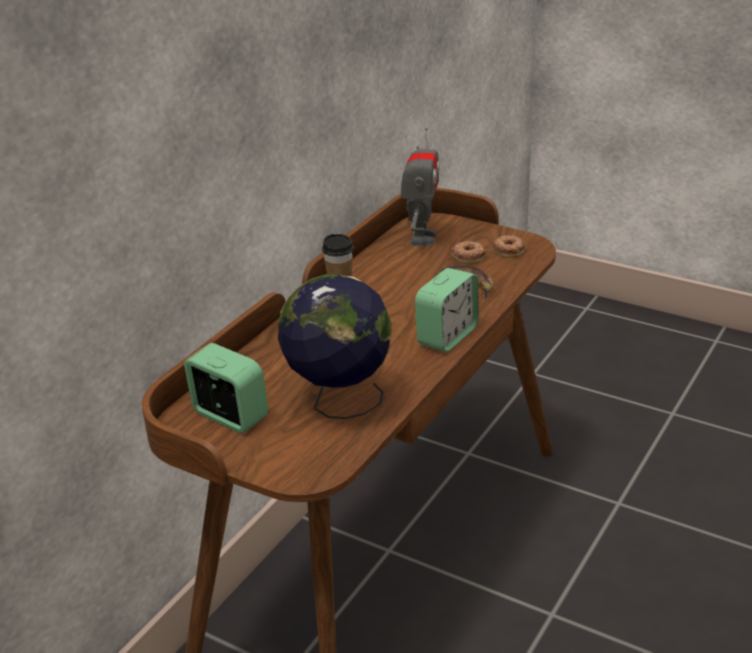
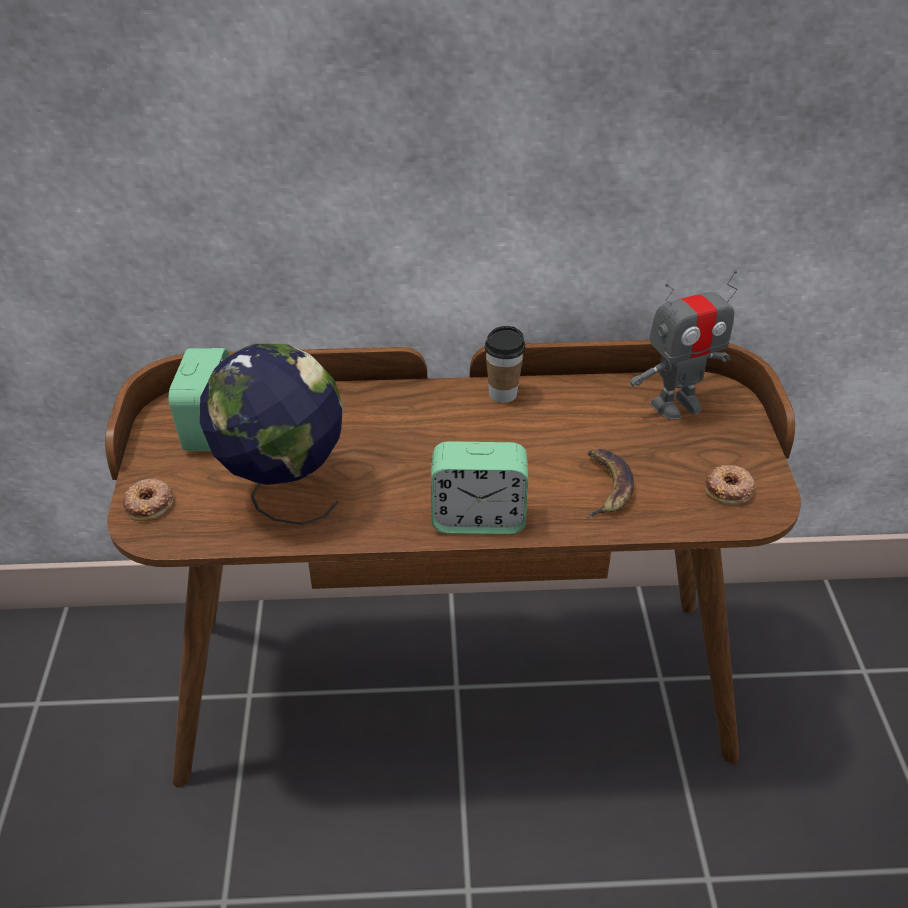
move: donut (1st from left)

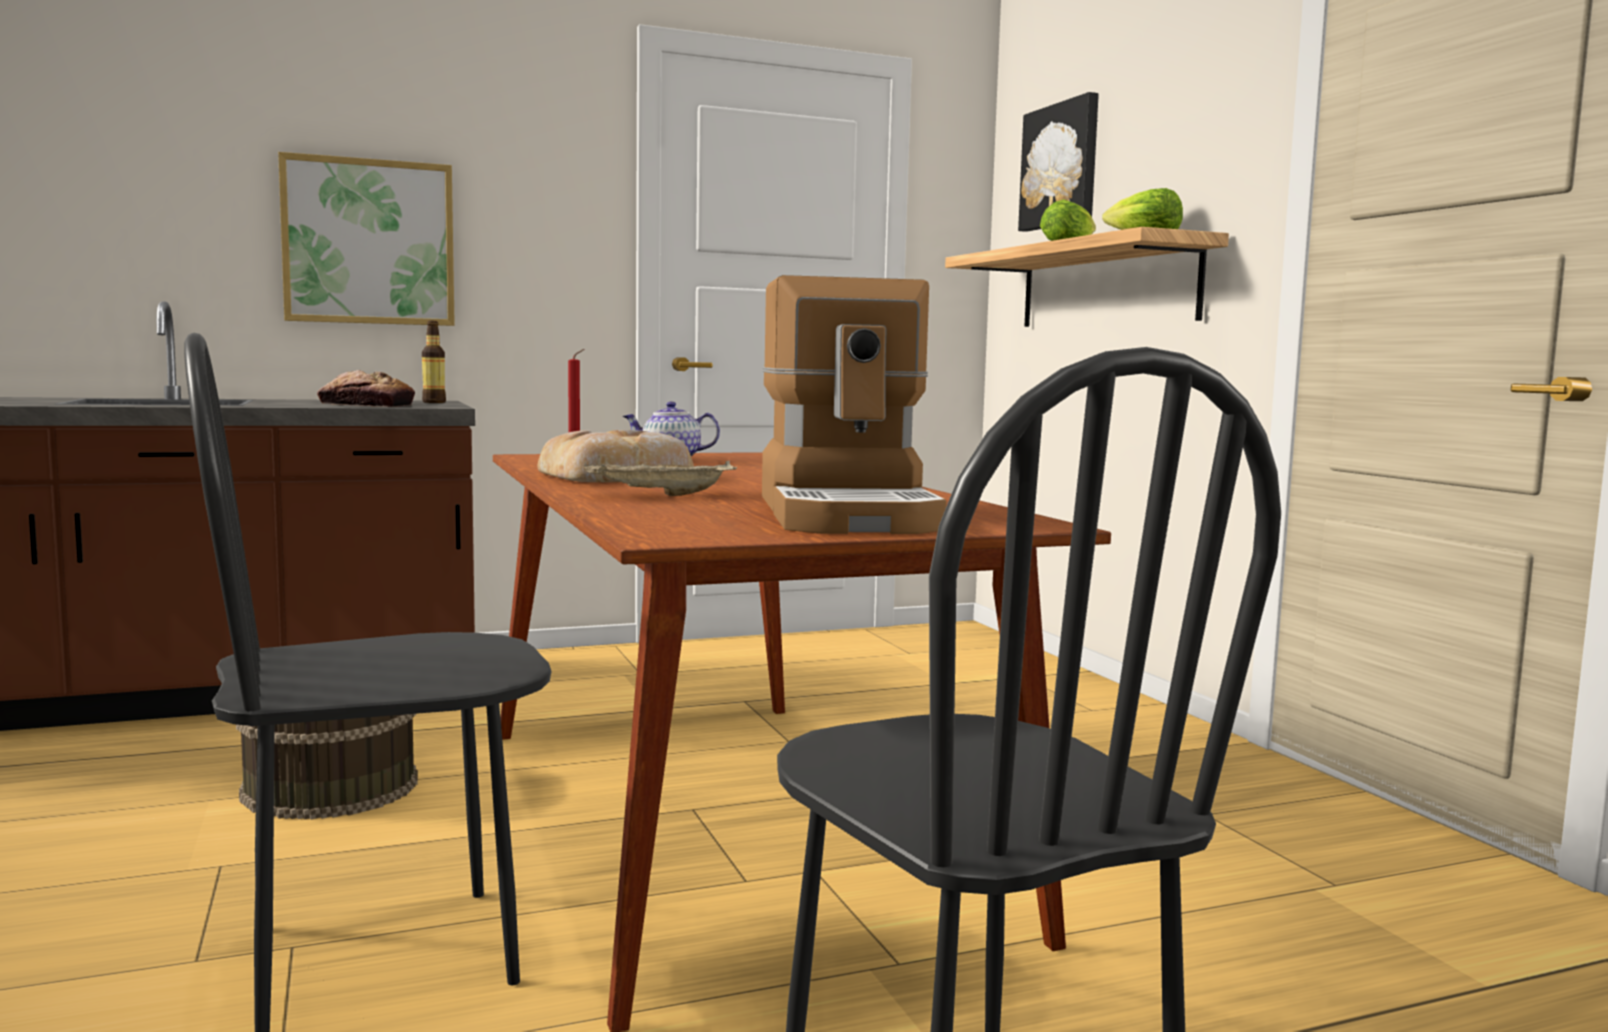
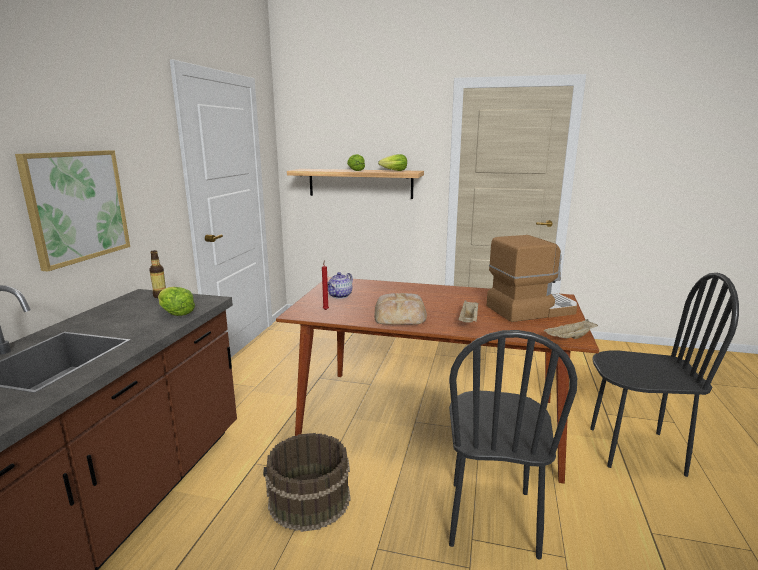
delete: picture (2nd from left)
insert: tray in beige (2nd from left)
replace: bread (1st from left) to lettuce (1st from left)
rotate: coffee machine 45 degrees counterclockwise

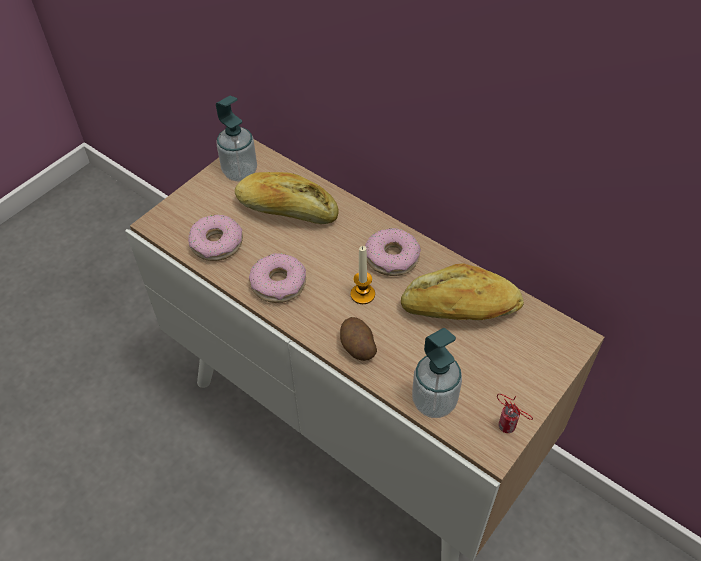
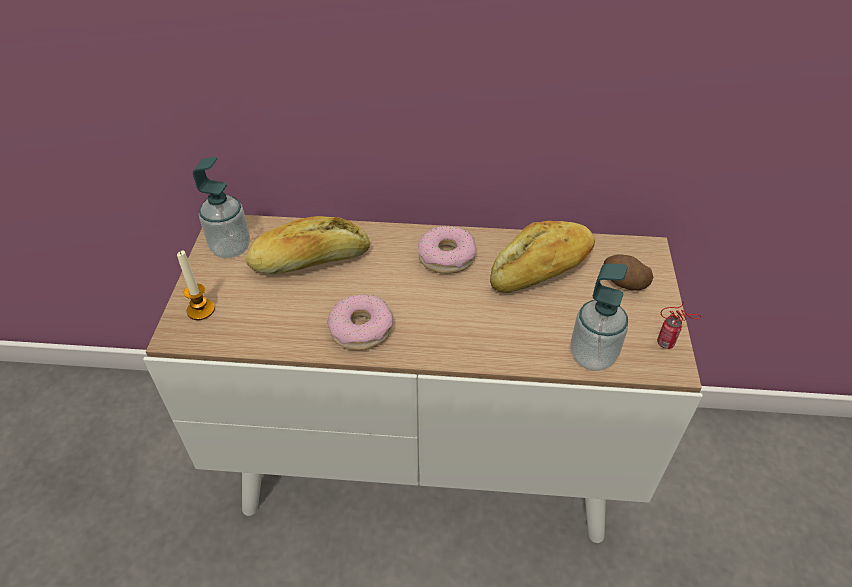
delete: donut (1st from left)
move: candle; potato

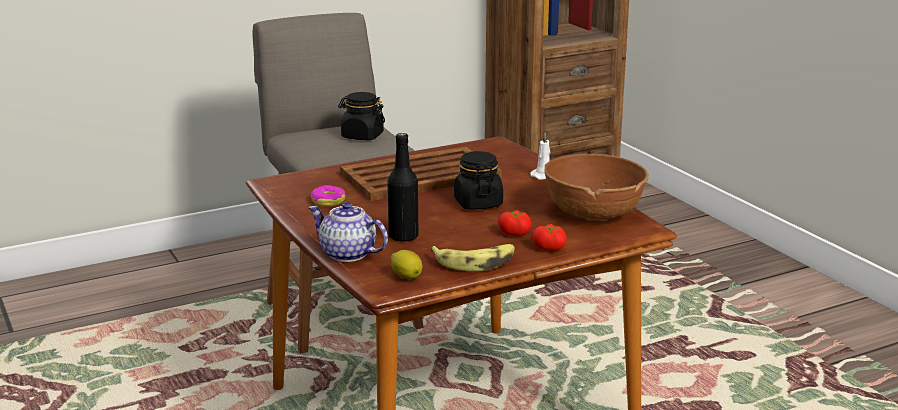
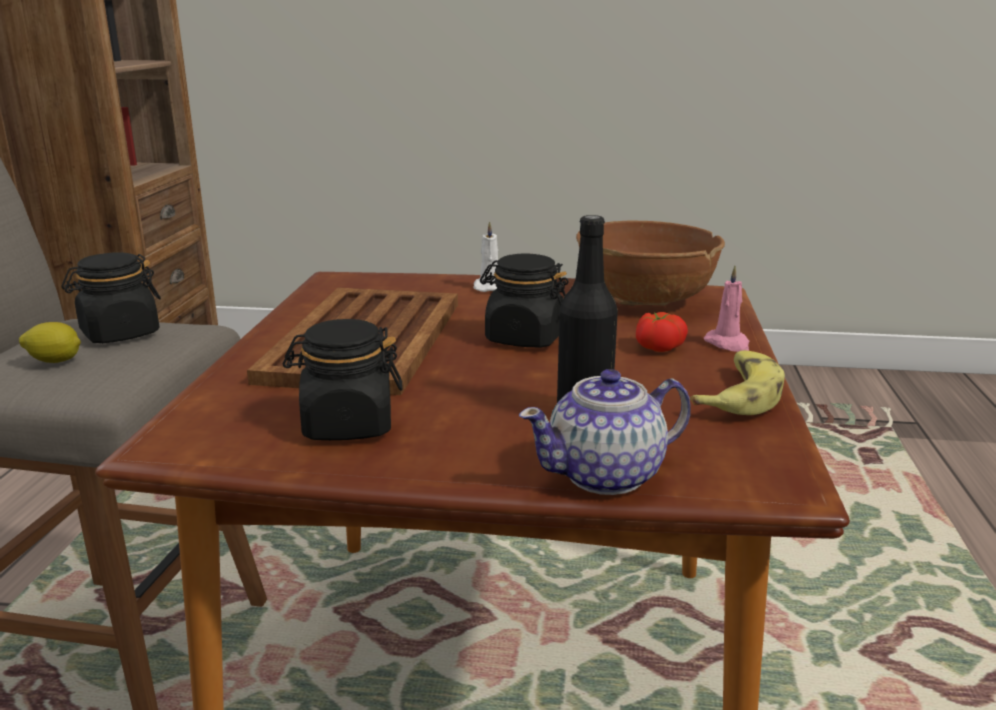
move: lemon
replace: donut to jar in black (2nd from left); tomato (2nd from left) to candle in pink

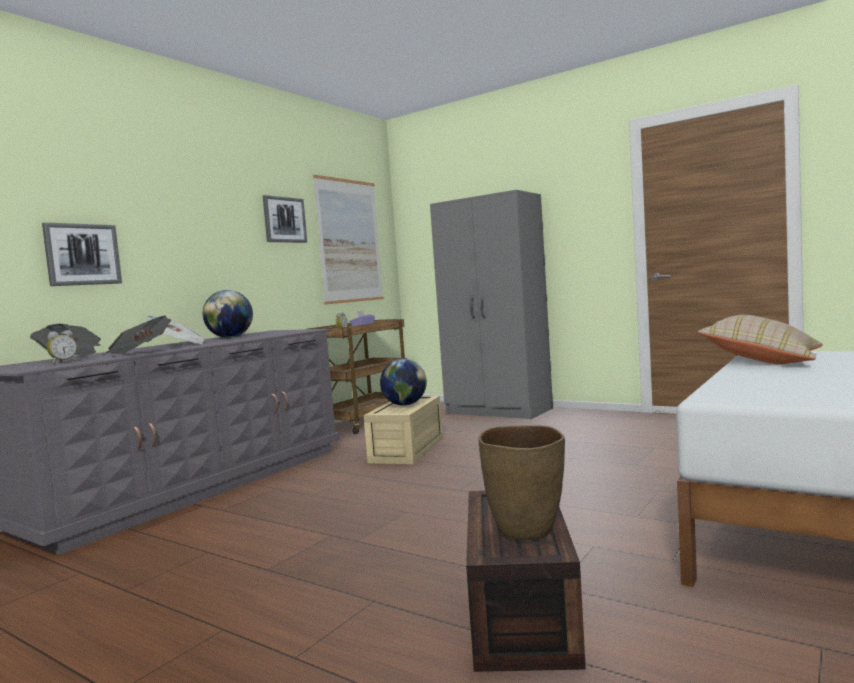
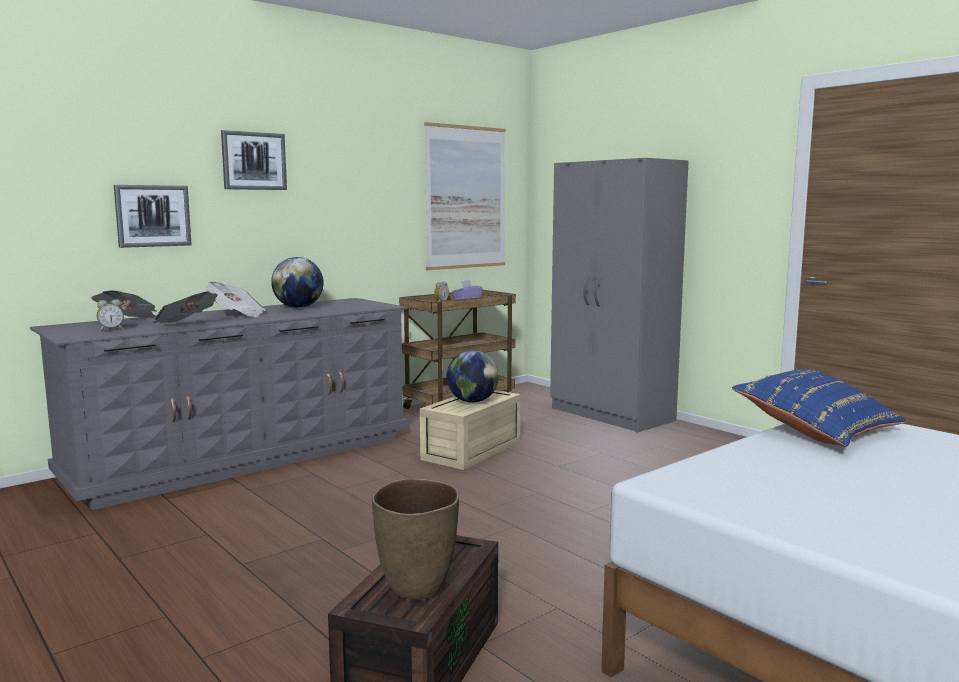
move: picture (2nd from left)
recolor: pillow in beige to pillow in blue

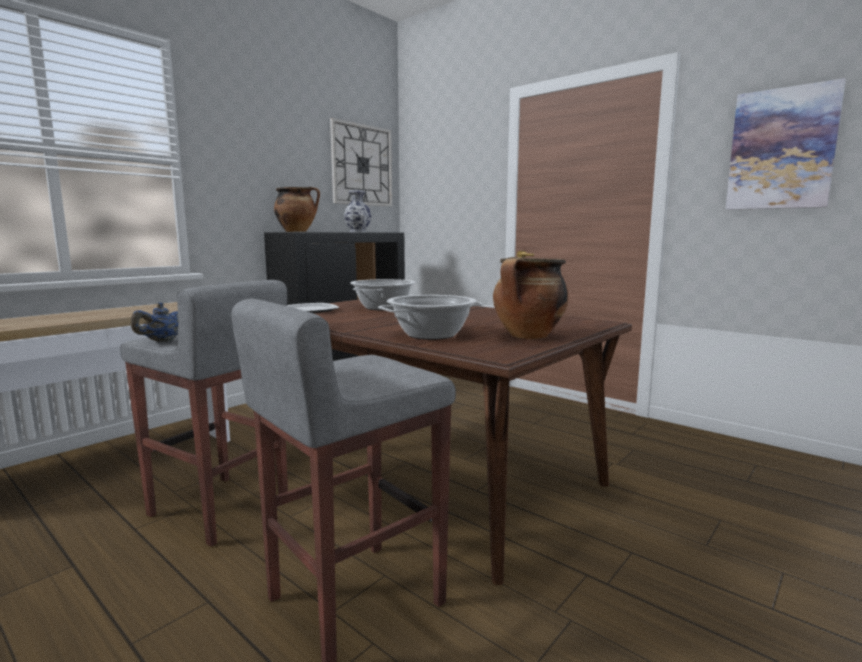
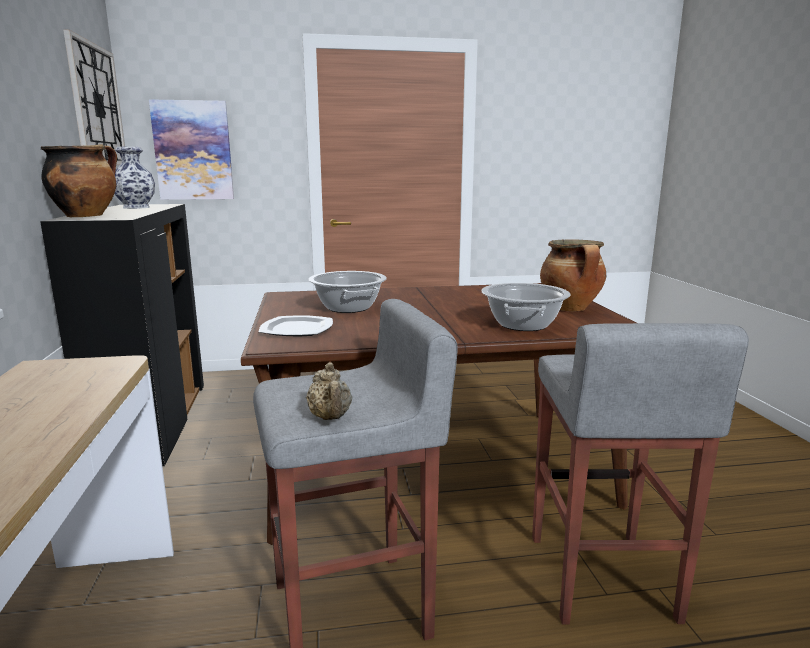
move: picture
recolor: teapot in blue to teapot in beige

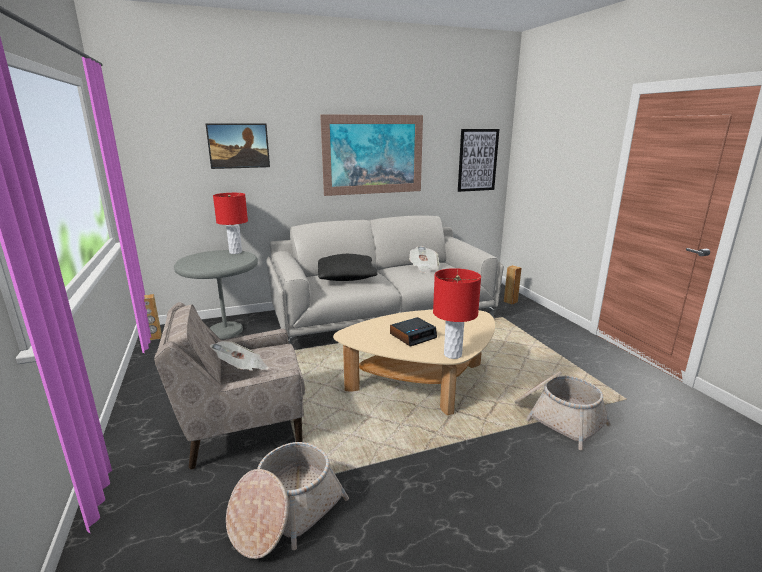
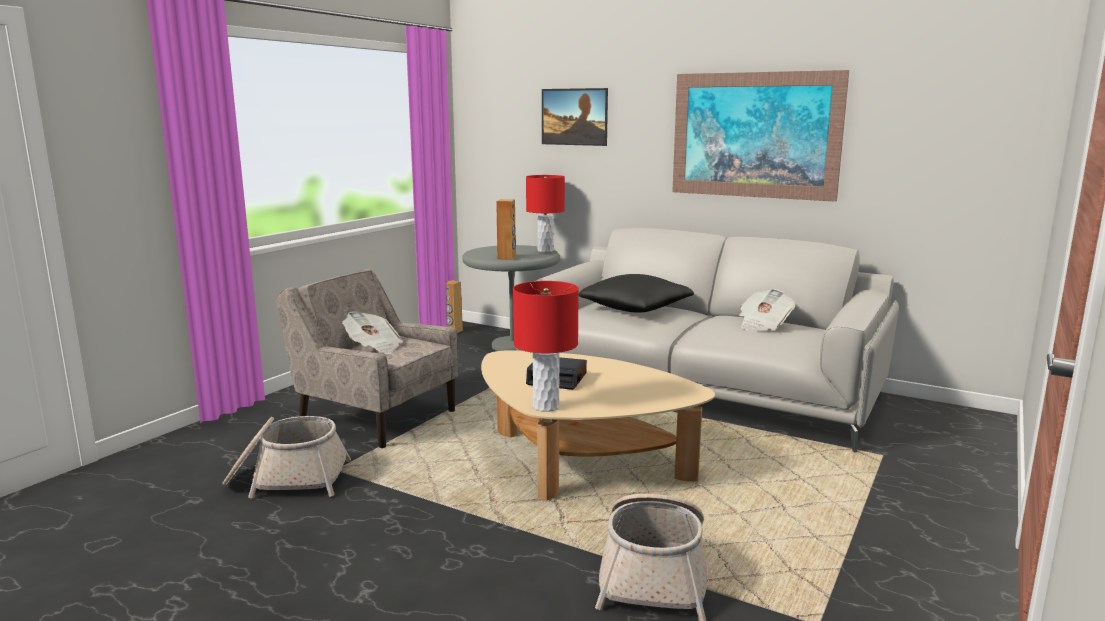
delete: picture (3rd from left)
move: speaker in brown (2nd from left)

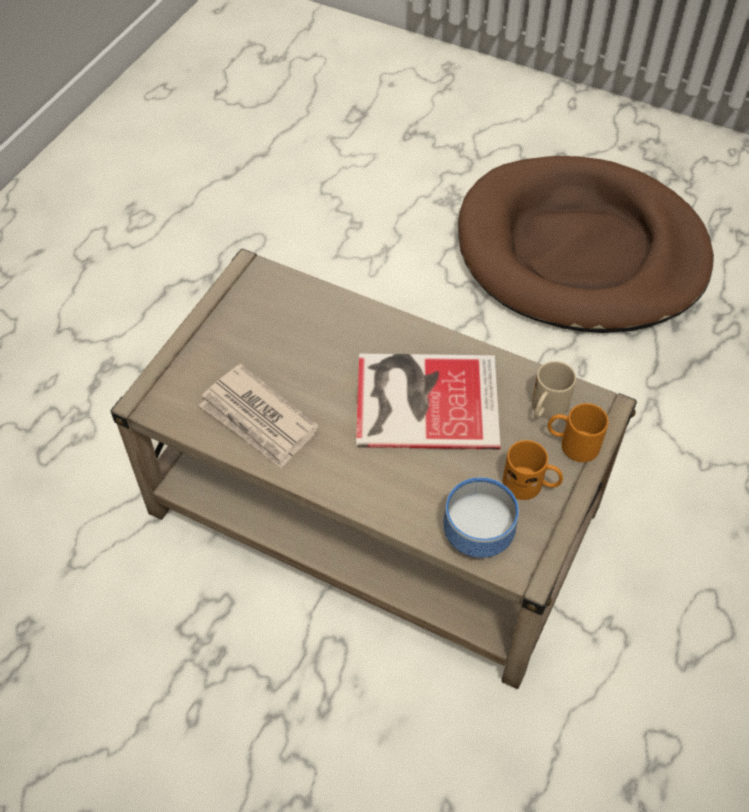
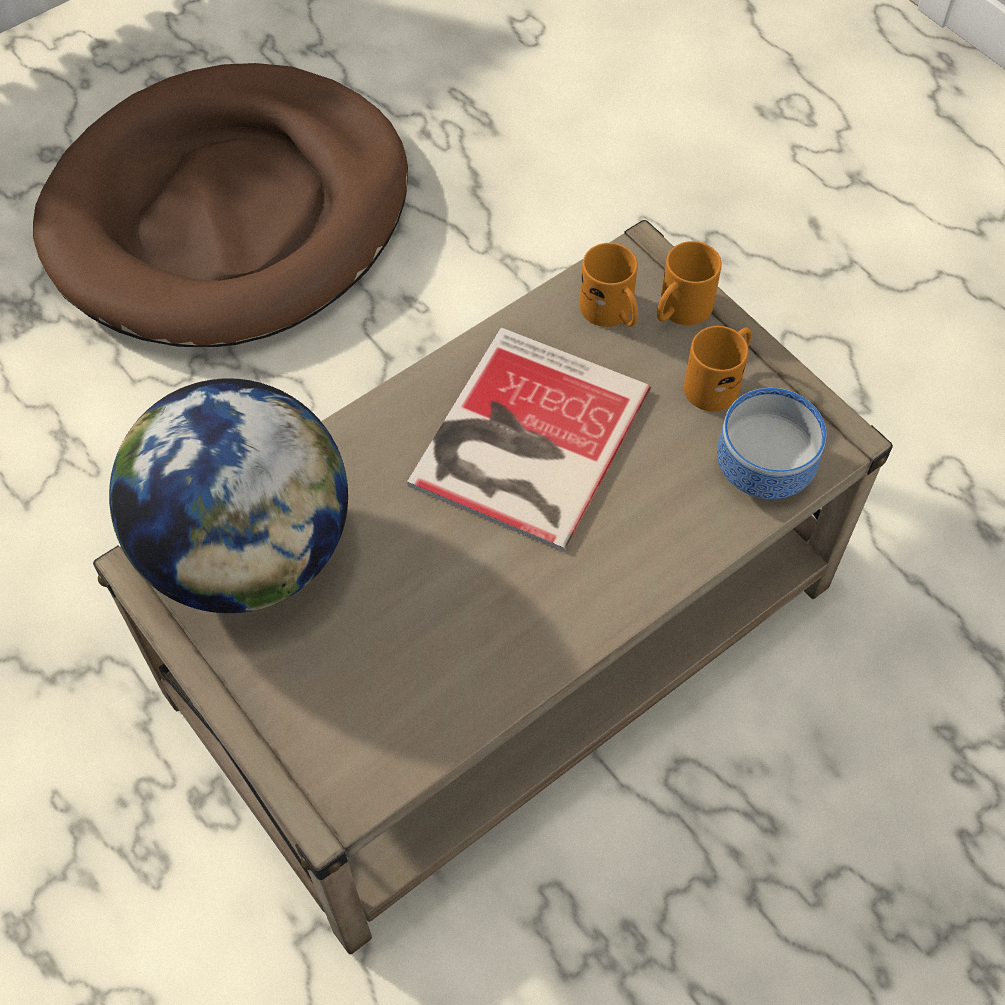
delete: newspaper
insert: globe
recolor: mug in beige to mug in orange (1st from left)

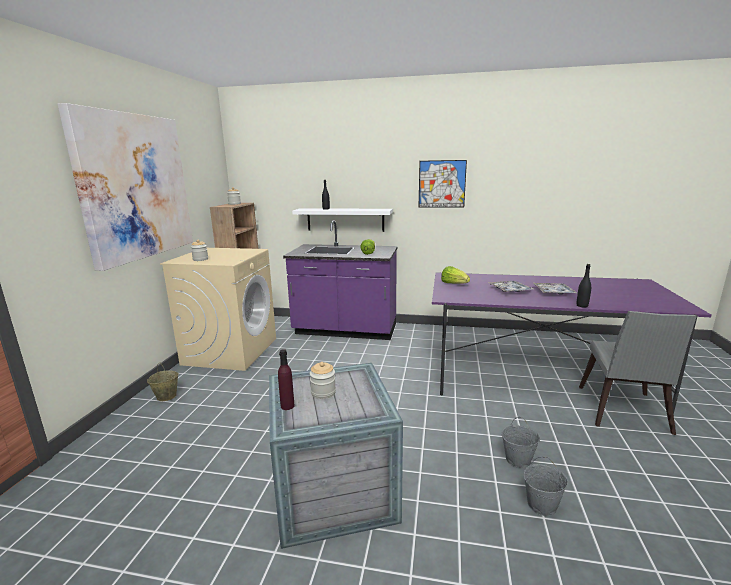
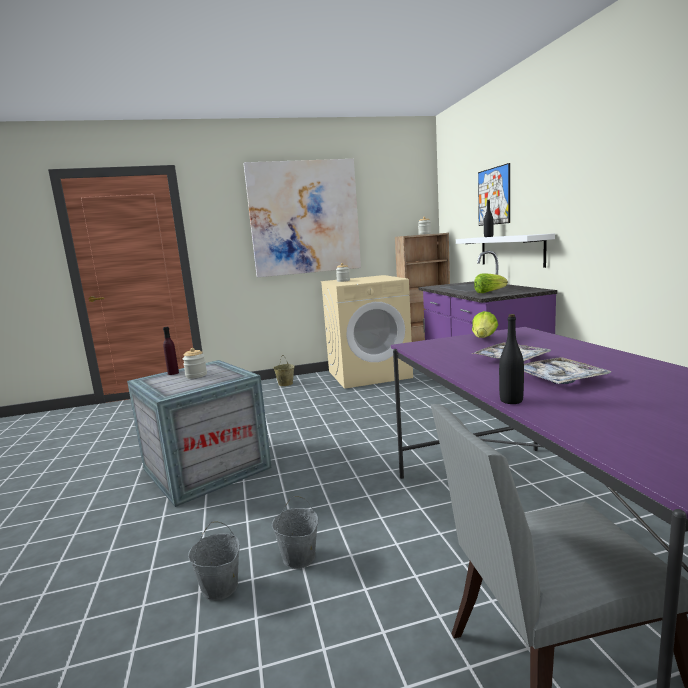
move: picture (2nd from left)

